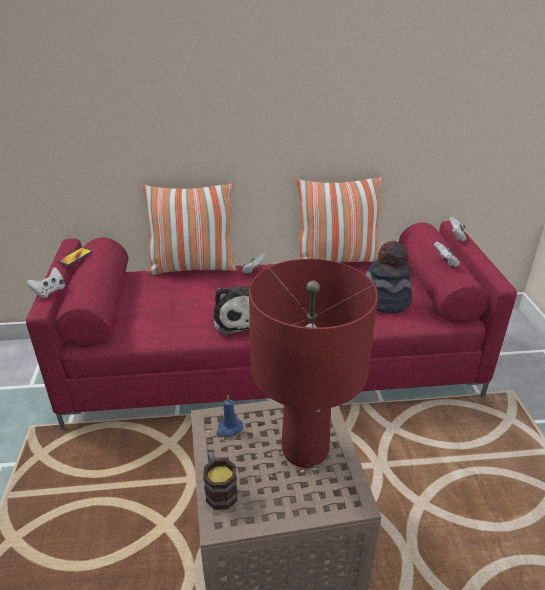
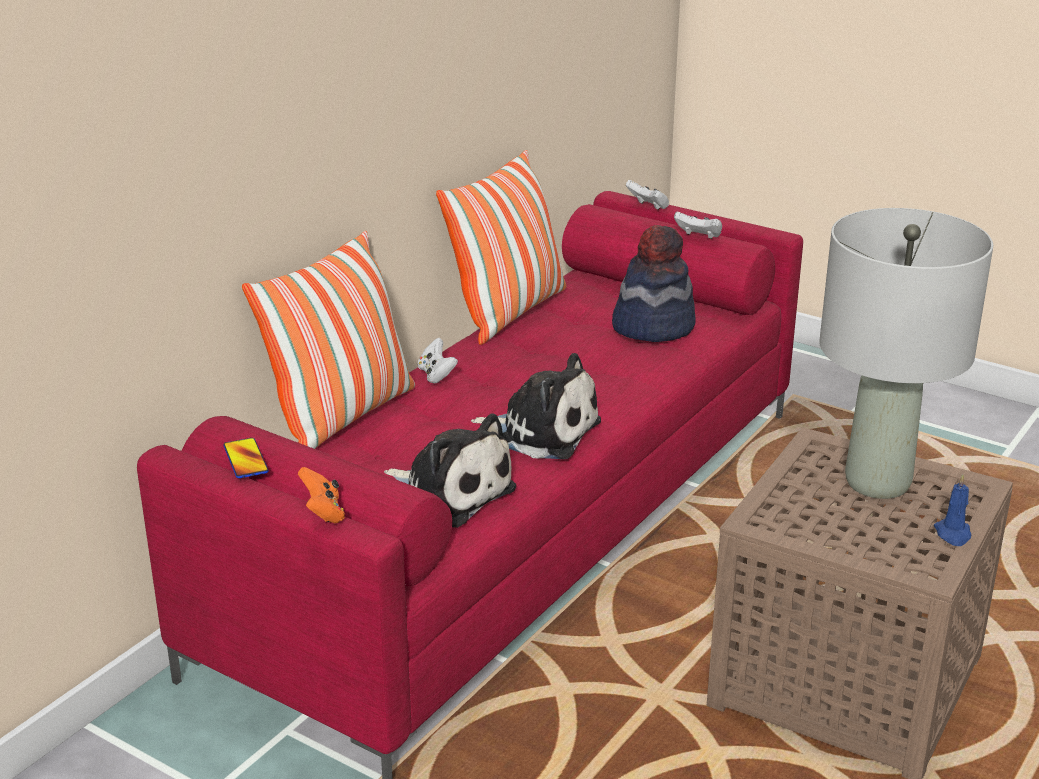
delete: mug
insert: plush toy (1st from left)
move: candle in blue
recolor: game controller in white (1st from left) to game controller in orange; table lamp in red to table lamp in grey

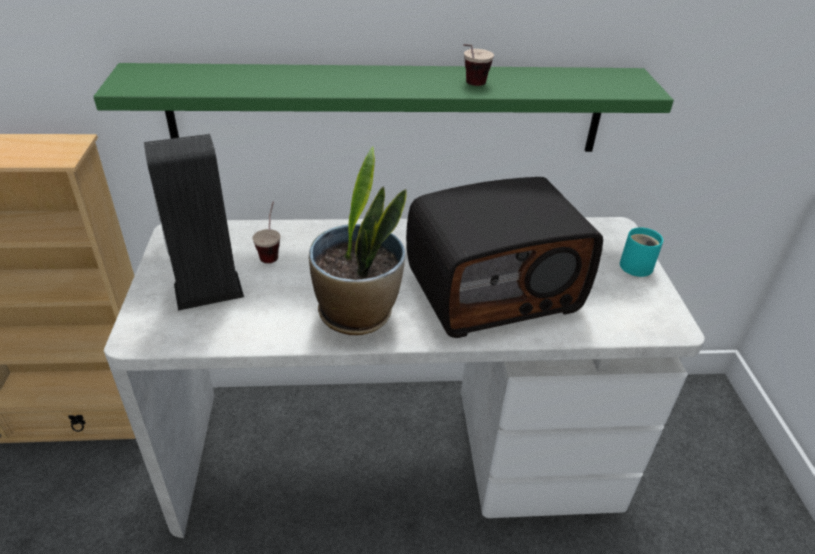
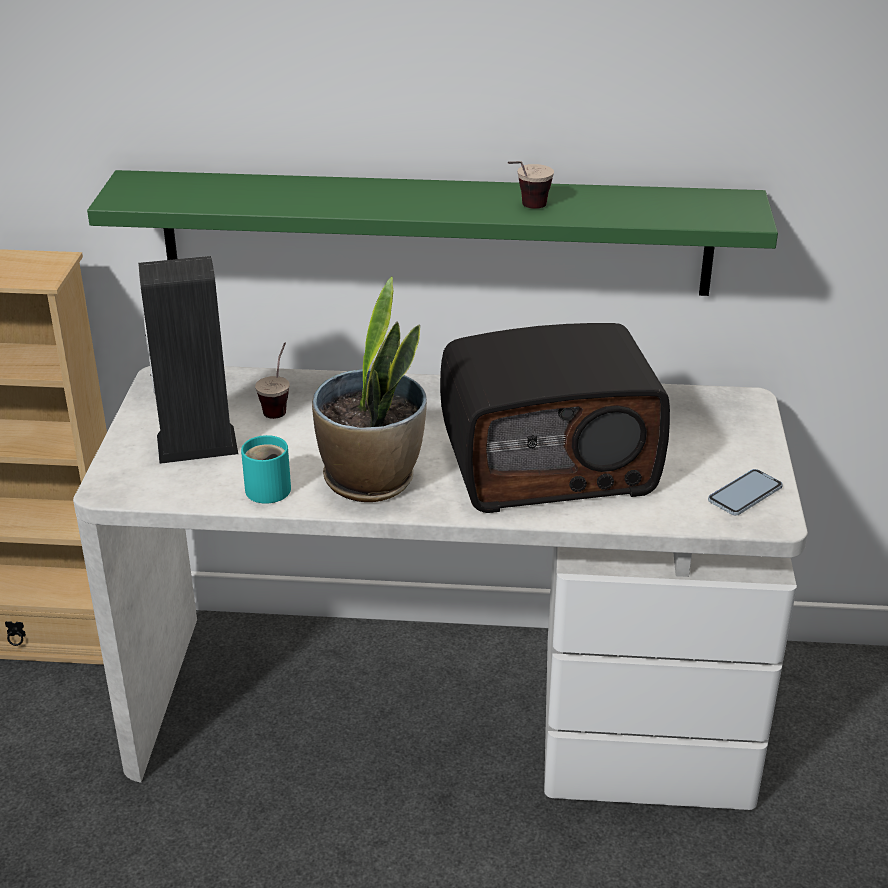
insert: phone
move: mug in turquoise

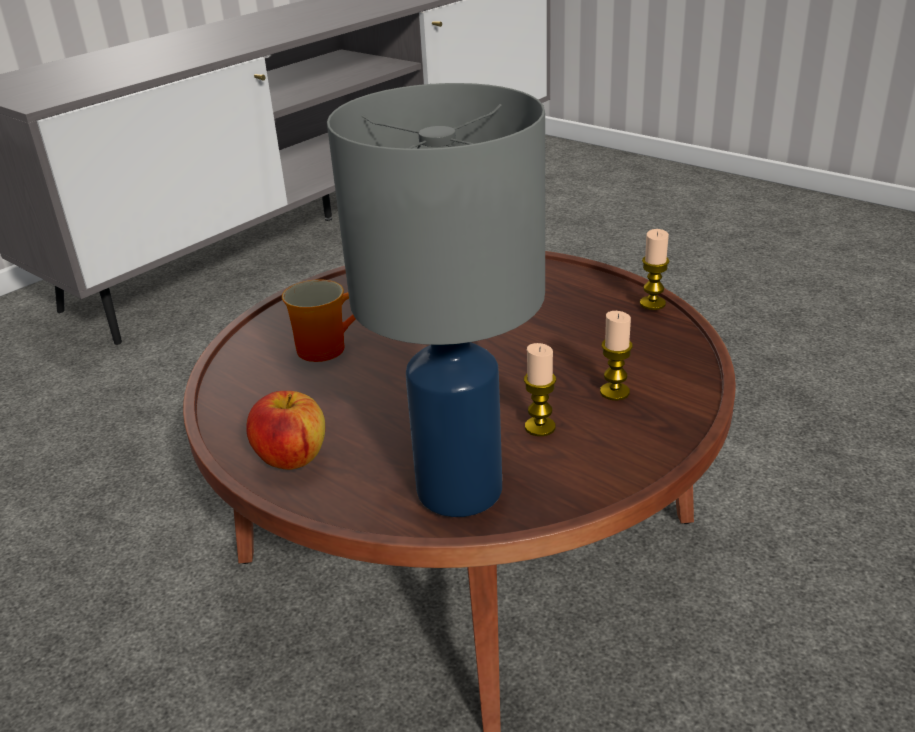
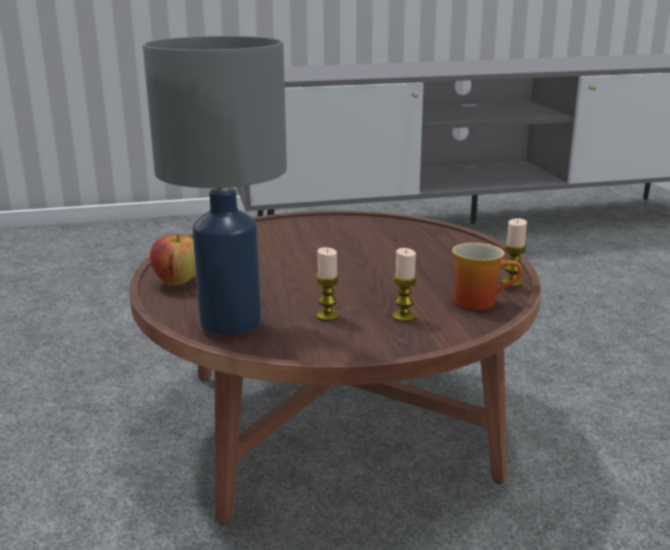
move: mug

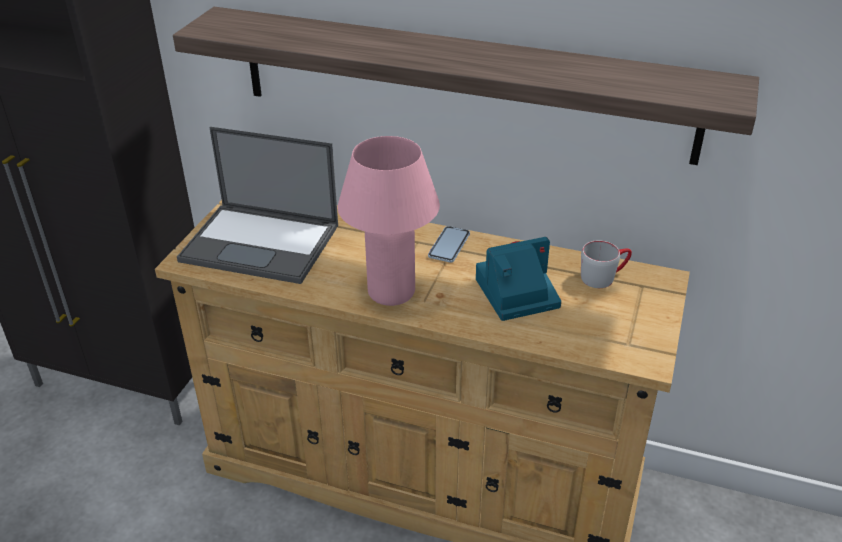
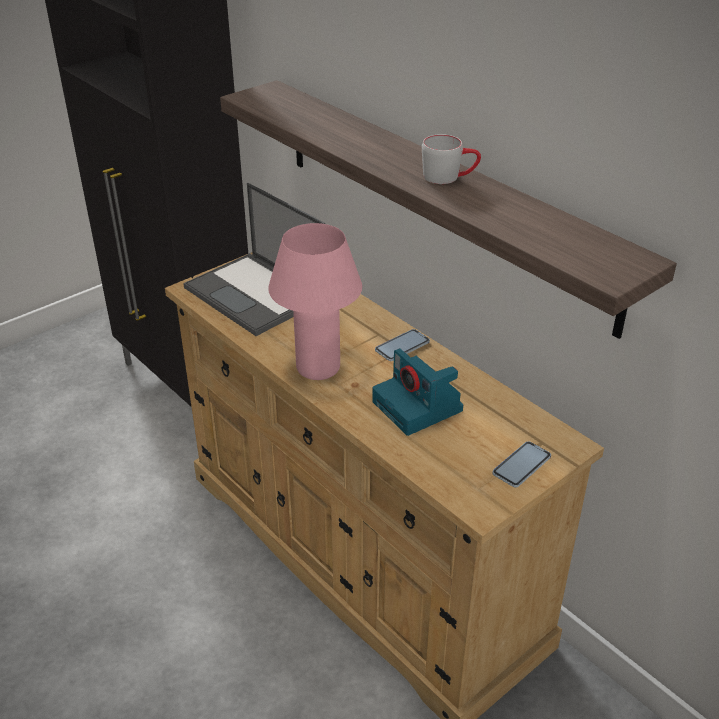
insert: phone (2nd from left)
move: mug in grey
rotate: photo camera 135 degrees counterclockwise

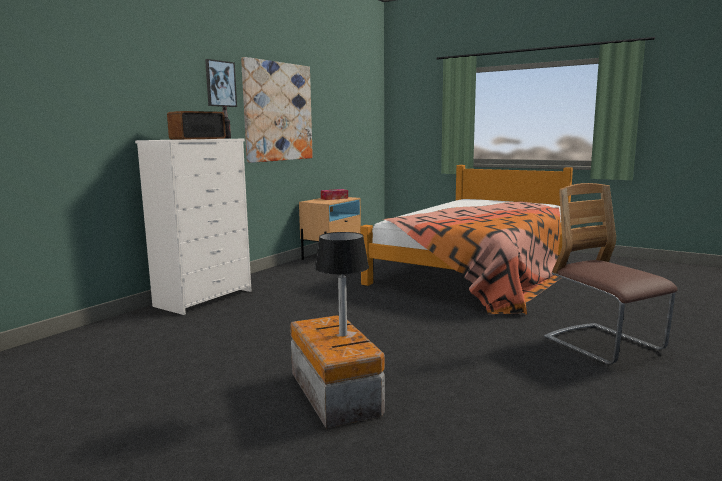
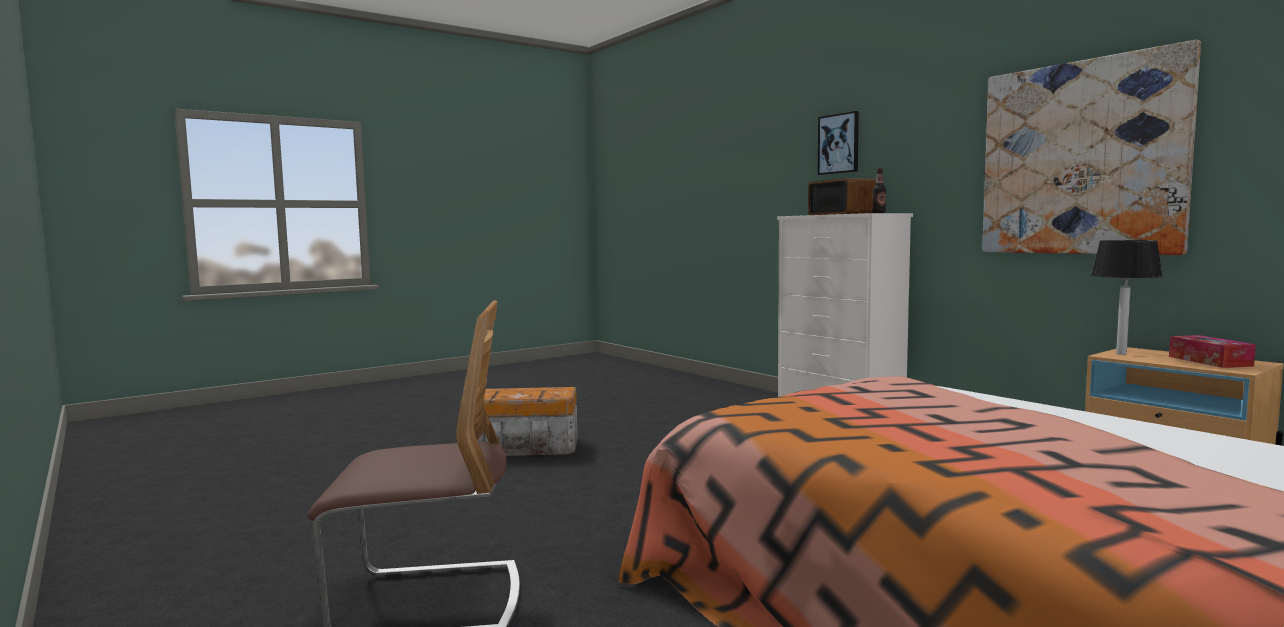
move: picture (1st from left); table lamp

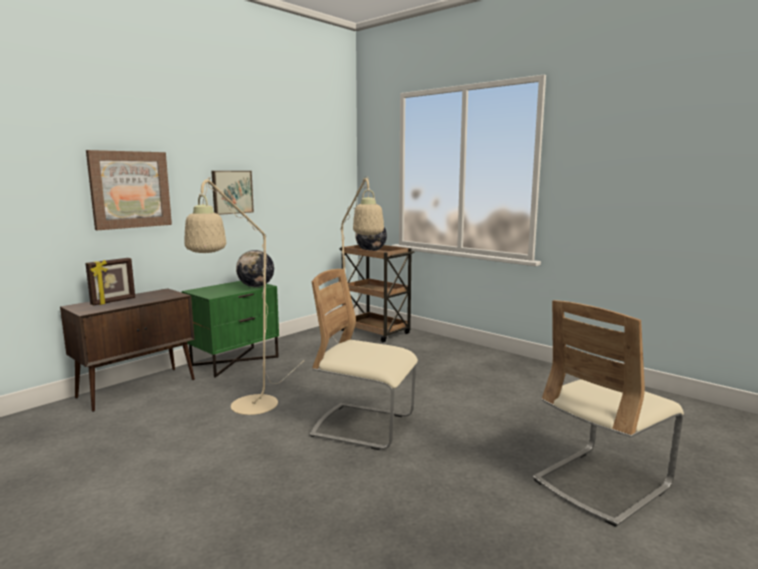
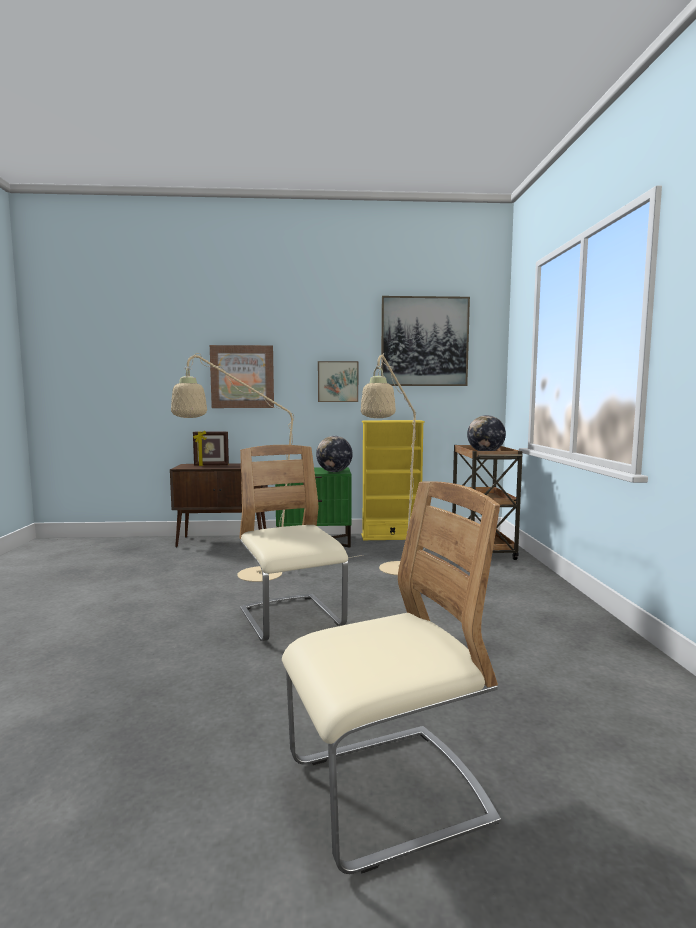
insert: bookcase in yellow; picture (3rd from left)
rotate: chair in beige (2nd from left) 150 degrees clockwise

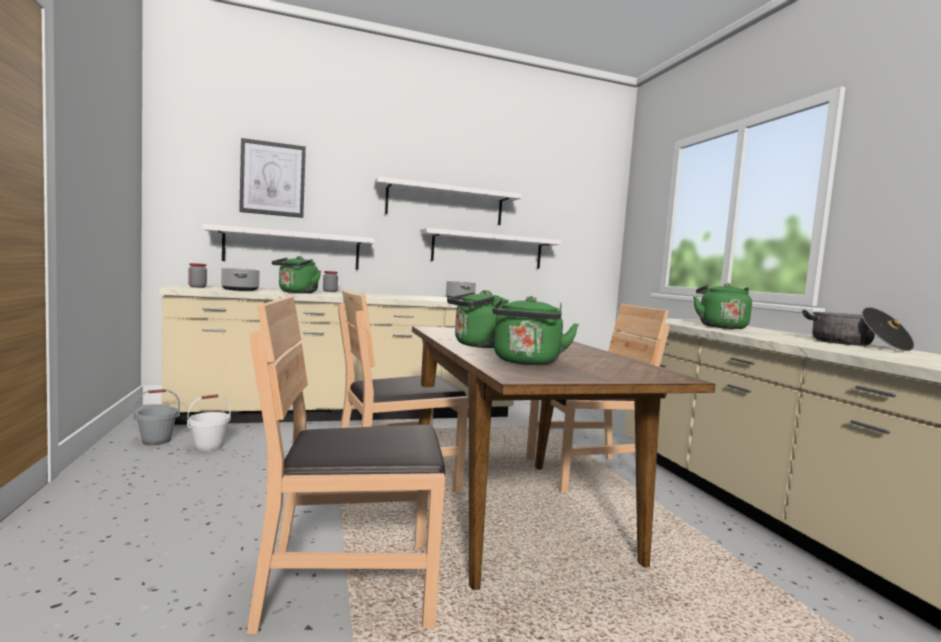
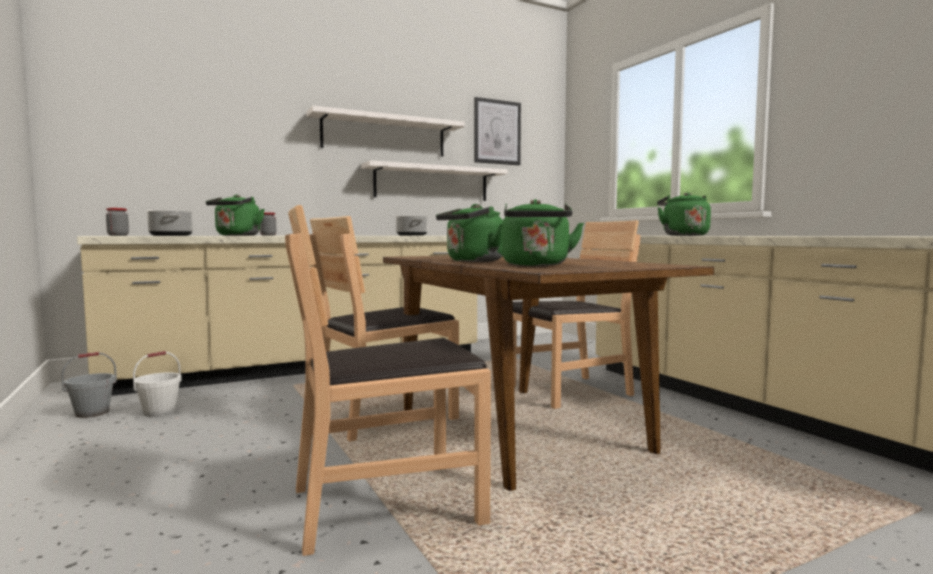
delete: shelf in white (1st from left); cooking pot (3rd from left)
move: picture

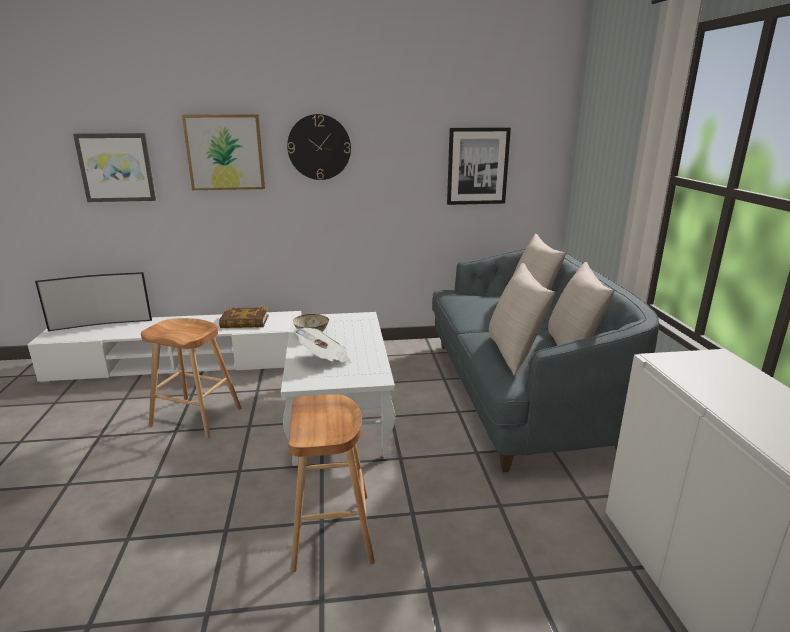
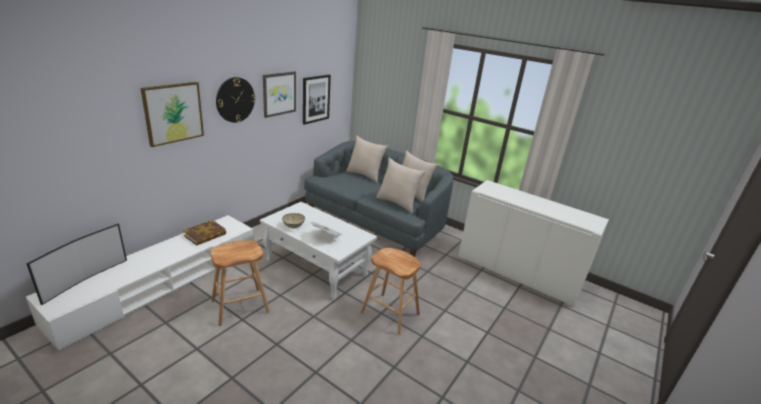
move: picture (1st from left in the first image) to picture (2nd from left)

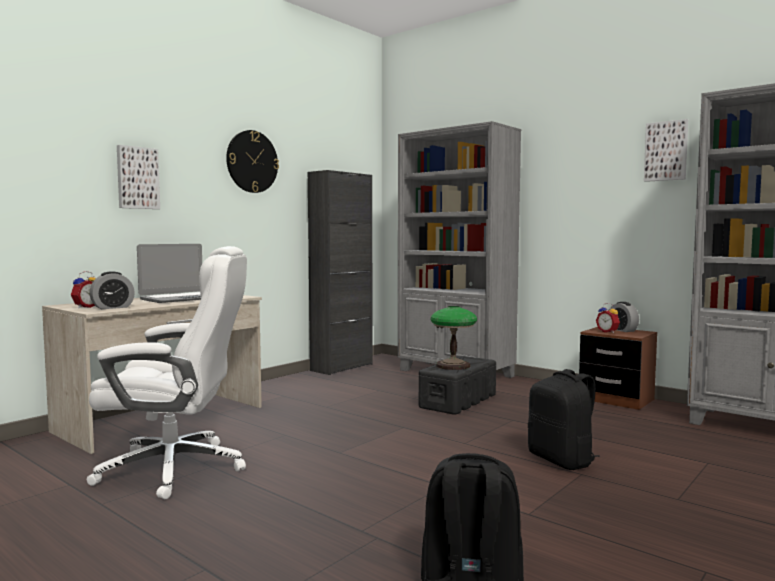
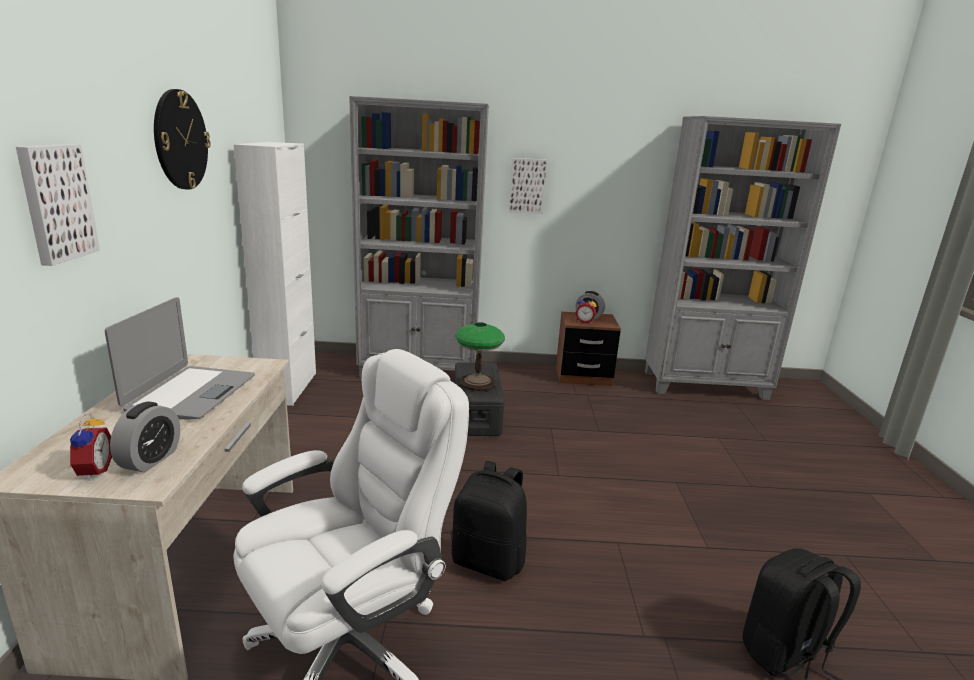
move: backpack in black (2nd from left in the first image) to backpack in black (1st from left); picture (2nd from left)
recolor: cabinet in black to cabinet in white

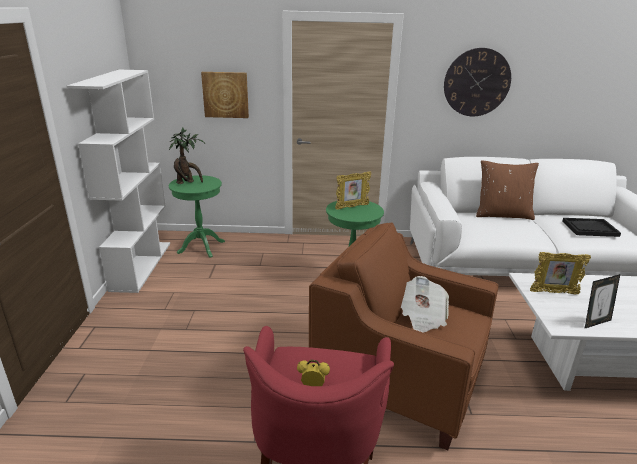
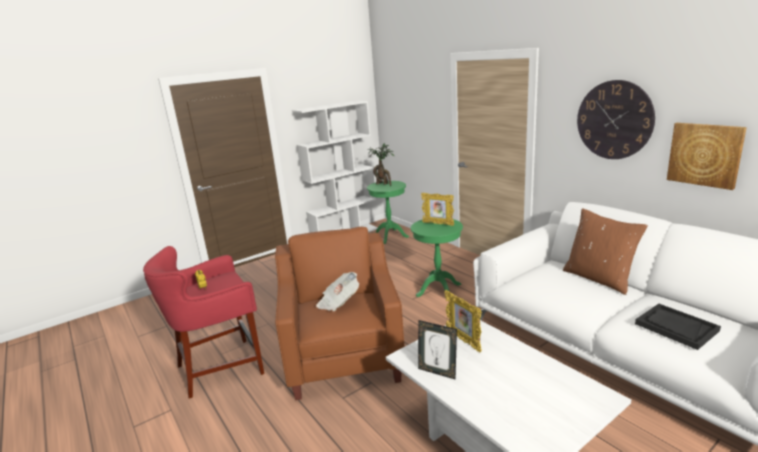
move: picture

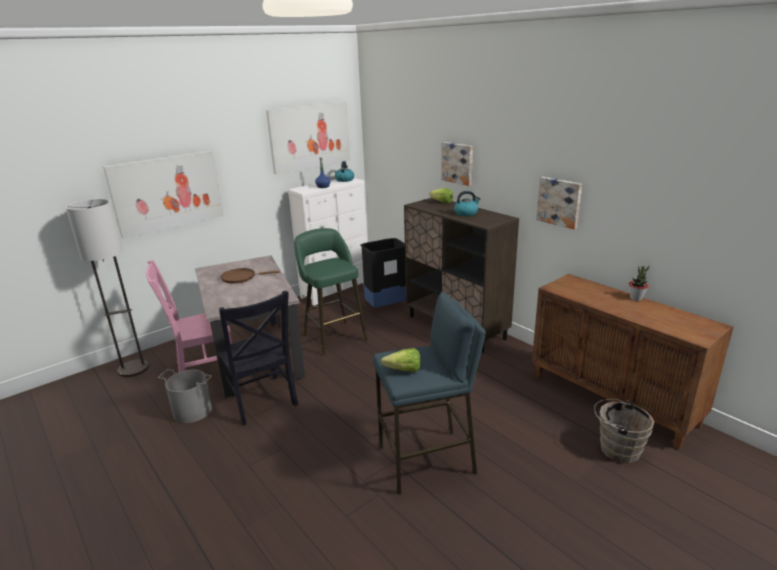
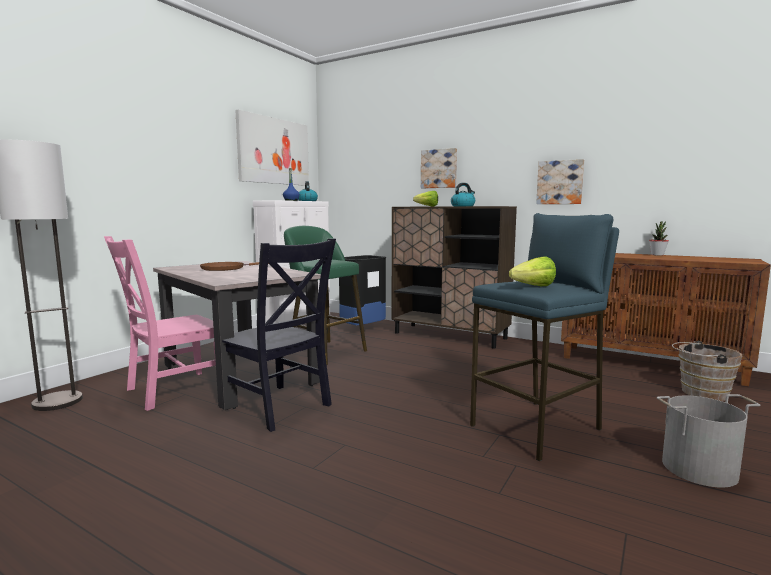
delete: picture (1st from left)
move: bucket in grey

